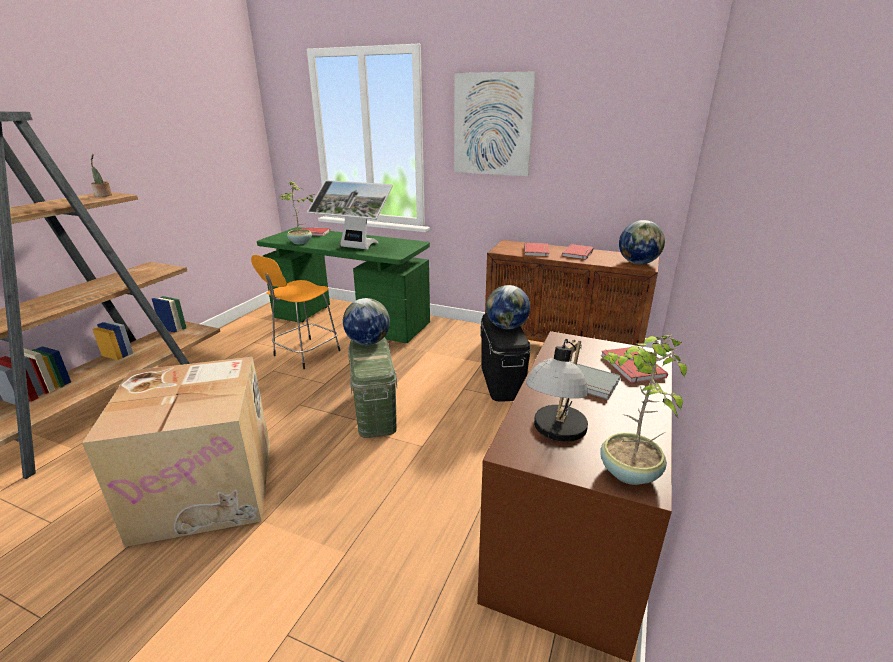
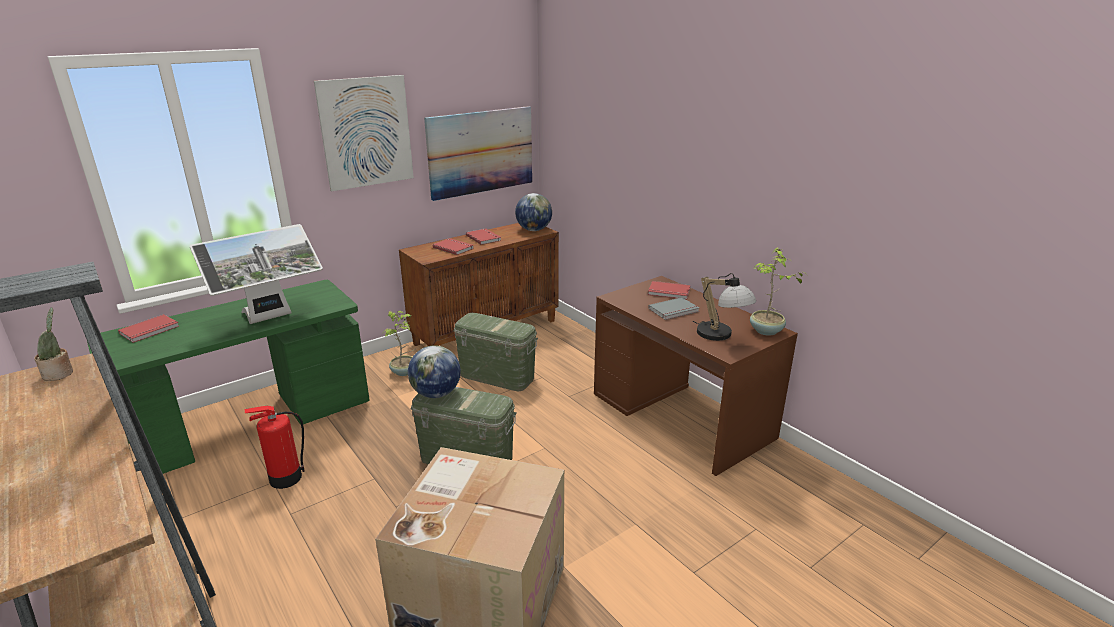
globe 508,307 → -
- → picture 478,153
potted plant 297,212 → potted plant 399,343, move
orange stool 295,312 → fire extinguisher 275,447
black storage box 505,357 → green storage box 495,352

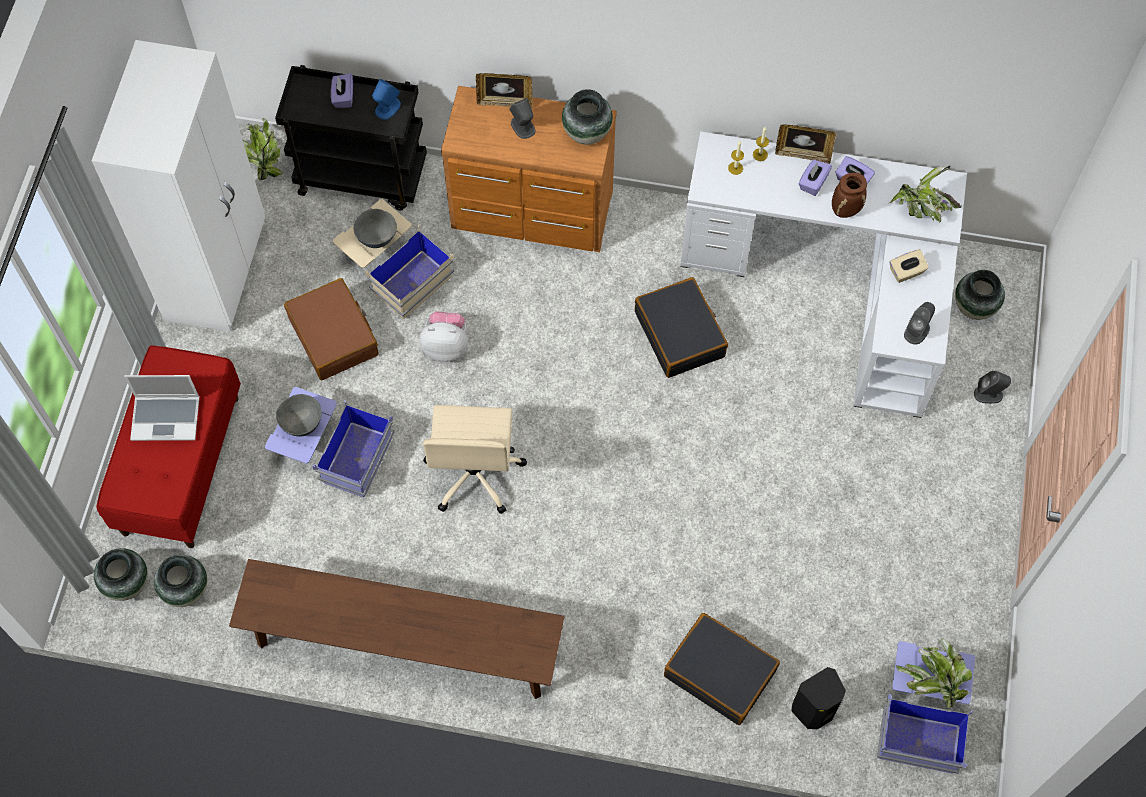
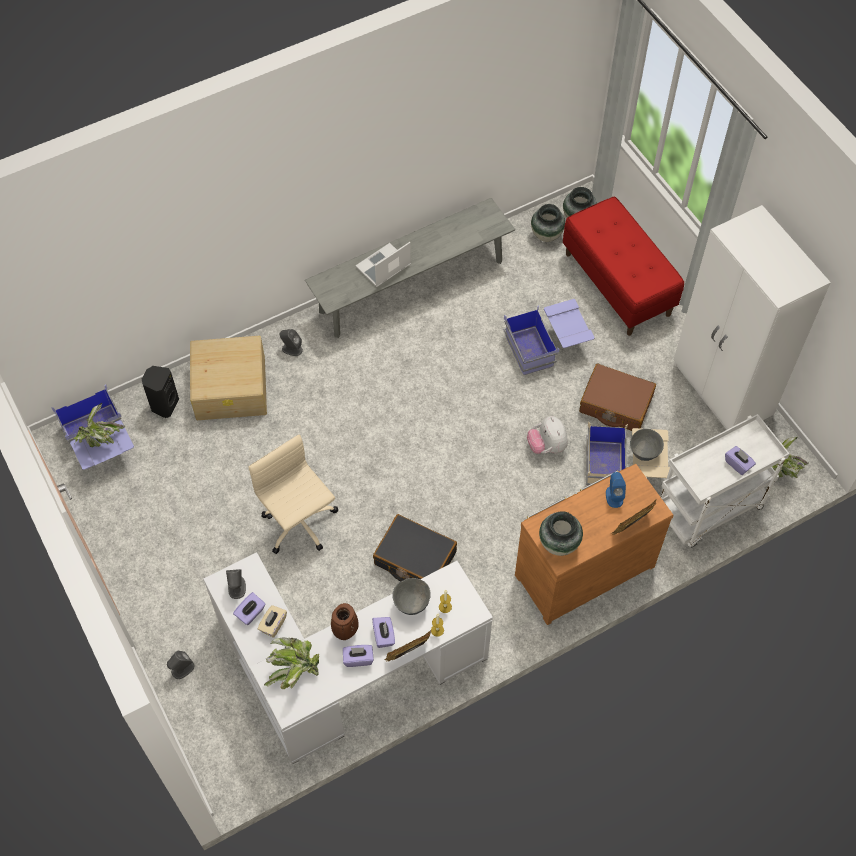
vase 980,295 → -
- → purple tissue box 249,608
laptop 162,408 → laptop 383,264, move
grey bowl 299,415 → grey bowl 411,596, move
blue speaker 386,99 → blue speaker 616,490, move
beige office chair 475,459 → beige office chair 293,494, move
grey speaker 522,118 → grey speaker 291,342, move
black suitcase 722,669 → beige storage box 228,378
brown bench 397,629 → grey bench 410,268
black cart 351,138 → white cart 725,480
plush toy 443,336 → plush toy 547,435, 105 degrees clockwise

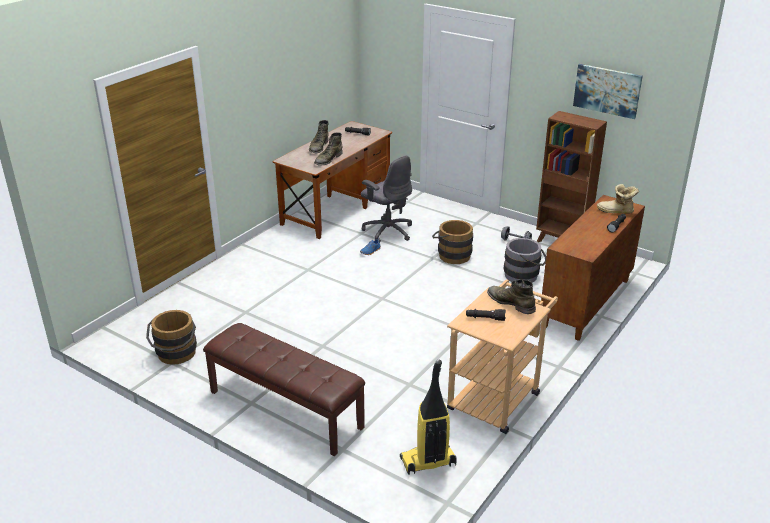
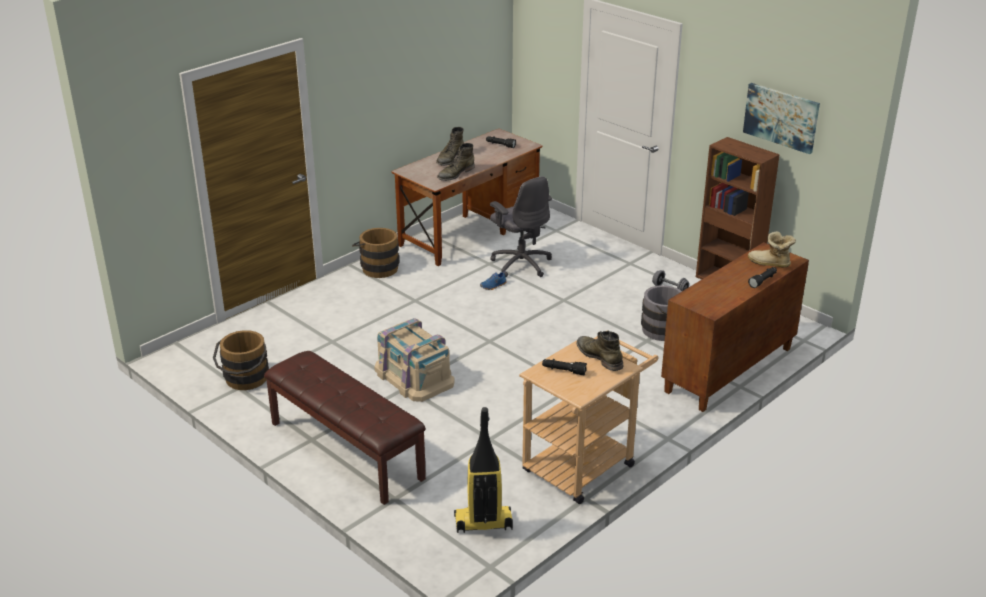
- → beige storage box 415,360
brown bucket 452,242 → brown bucket 375,253, move

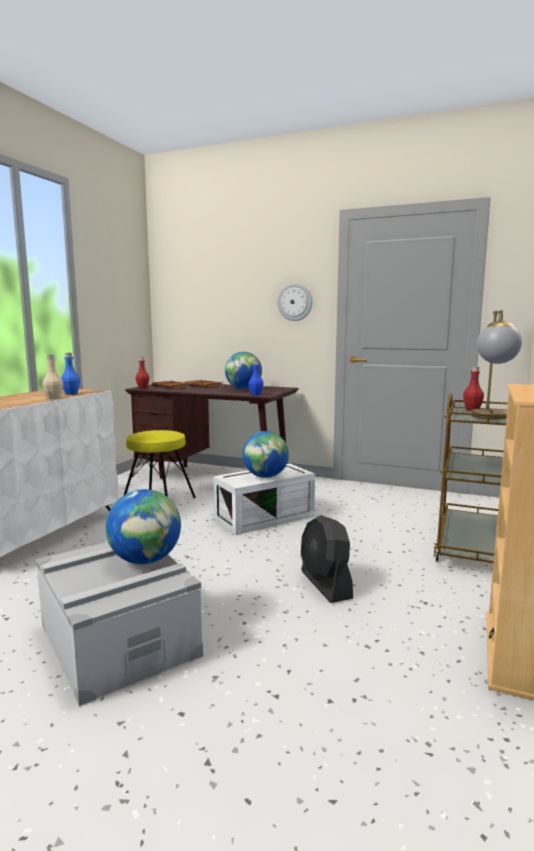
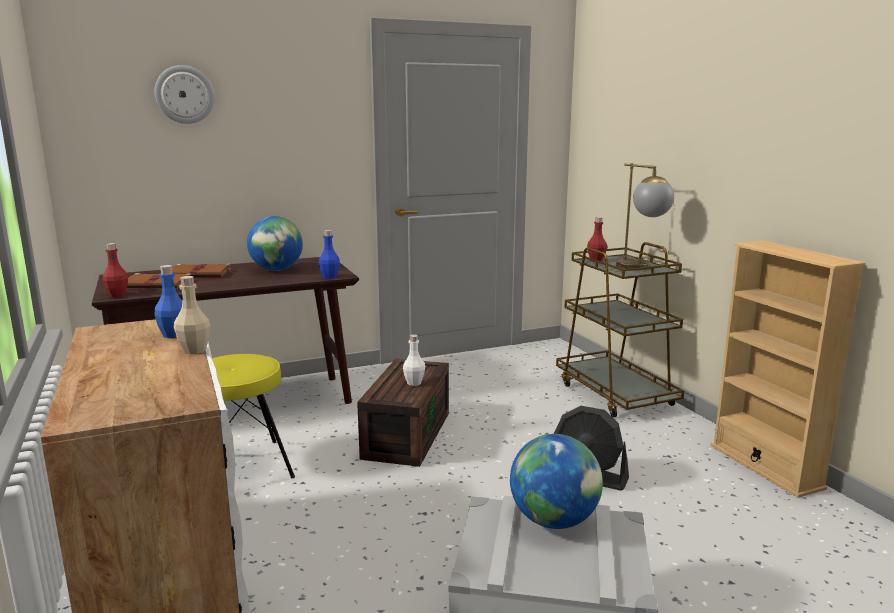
wall clock 294,302 → wall clock 184,94, move
globe 265,454 → white bottle 414,360
white storage box 264,499 → brown storage box 403,413

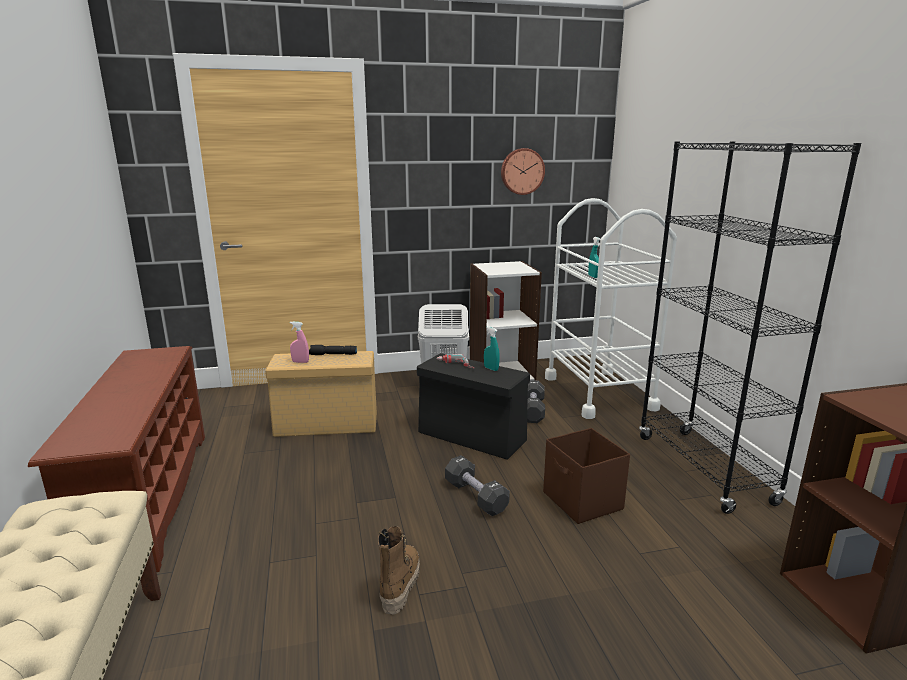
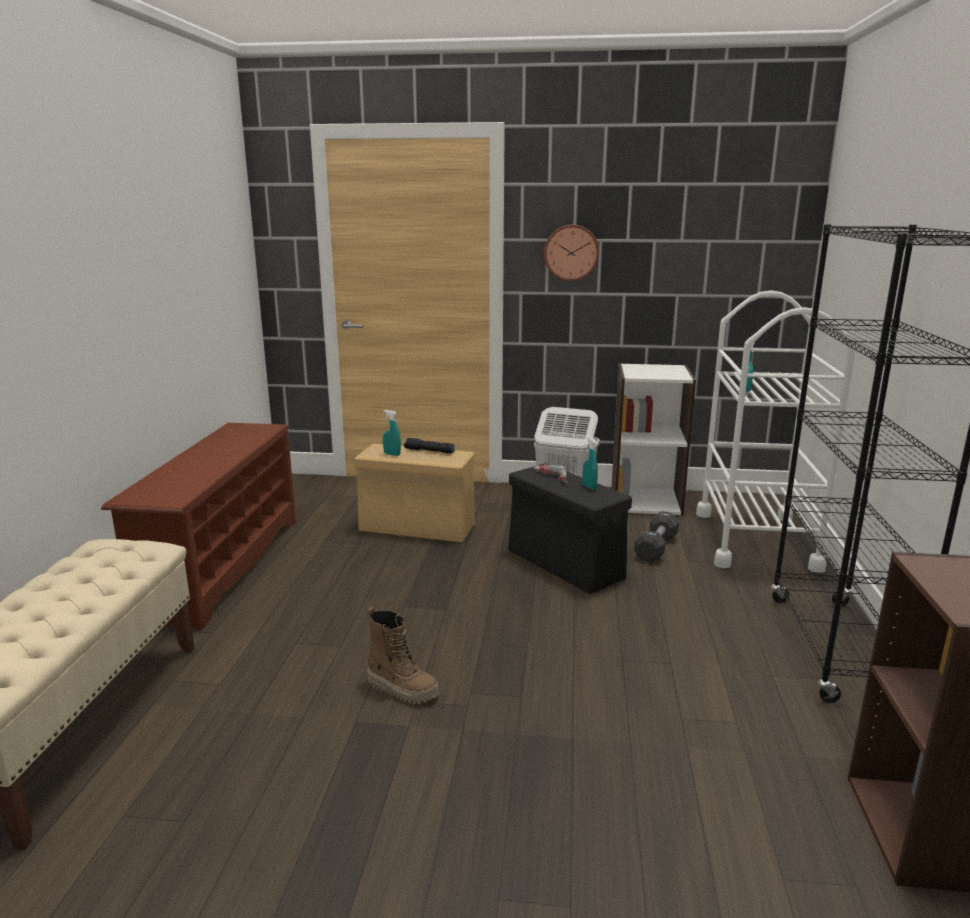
black dumbbell 477,485 → -
brown storage box 586,476 → -
wall clock 523,171 → wall clock 571,252, move
pink spray bottle 299,342 → turquoise spray bottle 392,433
boot 399,570 → boot 403,655, 90 degrees clockwise

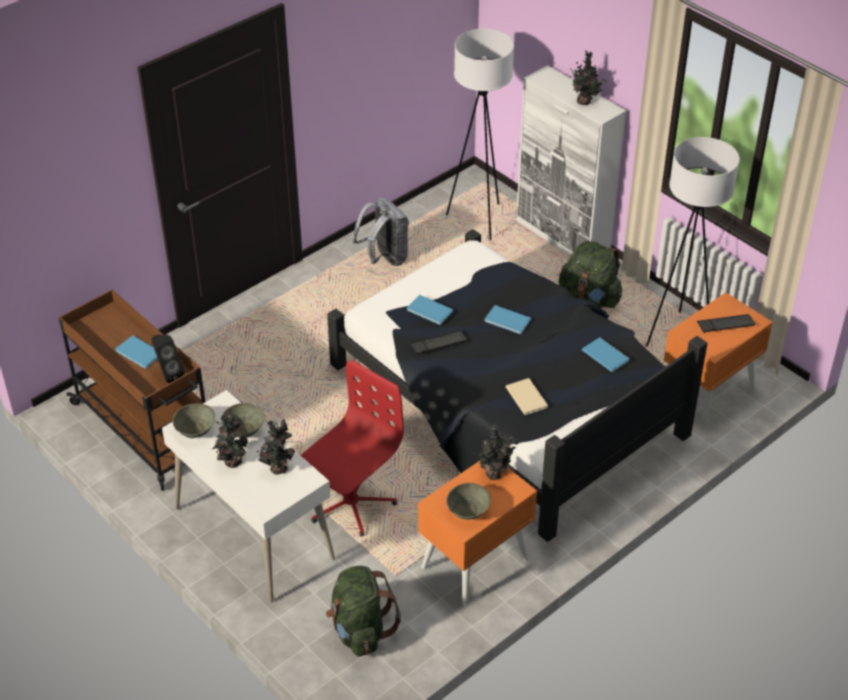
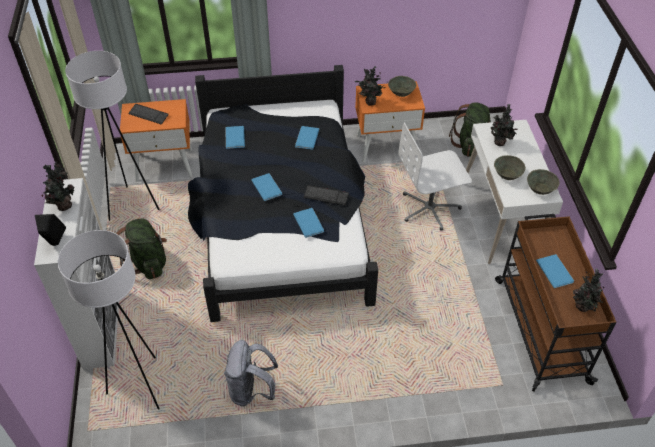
black speaker 167,359 → black speaker 50,230, move
potted plant 229,439 → potted plant 588,290, move
red office chair 352,448 → white office chair 435,176
beige book 526,396 → blue book 307,138

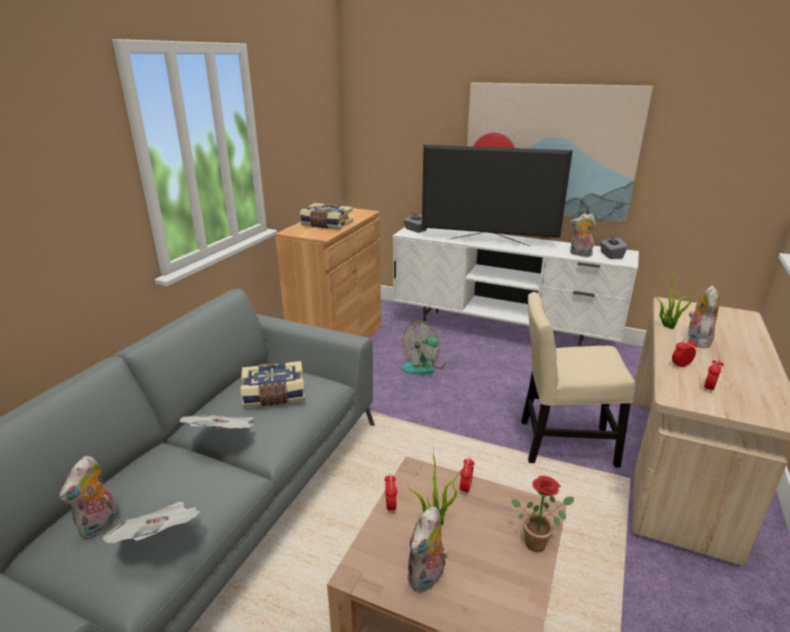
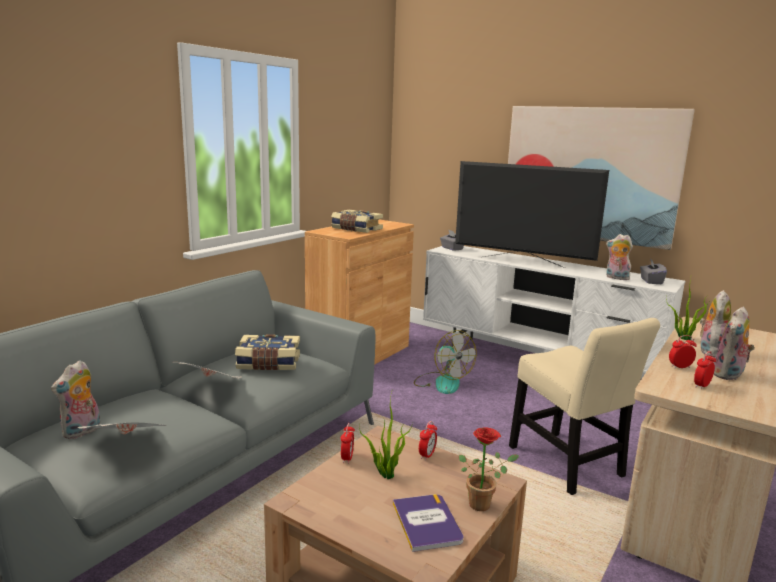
- → book 428,523
plush toy 427,549 → plush toy 734,343, move
fan 423,347 → fan 445,362, 90 degrees counterclockwise
beige chair 578,380 → beige chair 584,406, 135 degrees counterclockwise

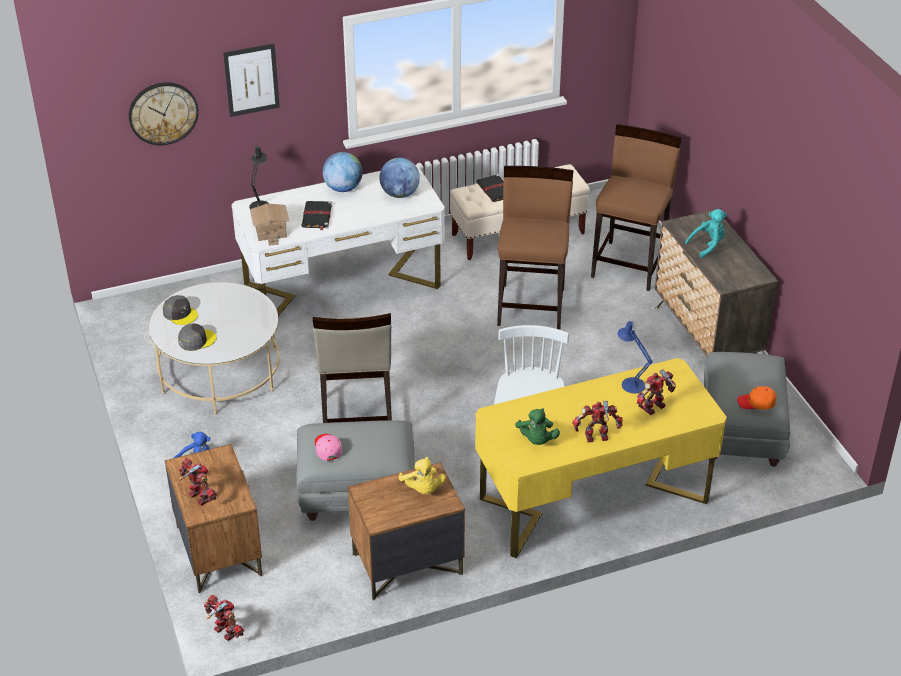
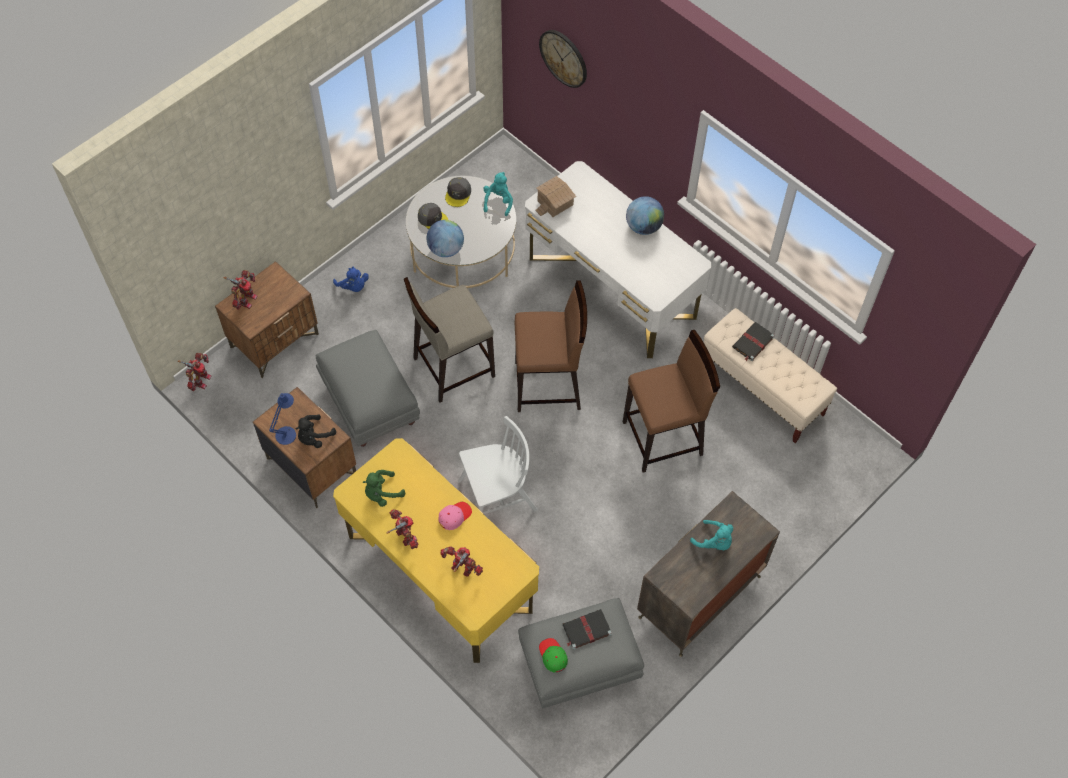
picture 251,80 → -
black table lamp 259,177 → -
- → turquoise plush toy 498,194
black book 316,215 → black book 587,629, move
pink cap 328,447 → pink cap 455,516, move
globe 400,178 → globe 445,238, move
brown stool 636,207 → brown stool 551,346, move
blue table lamp 635,357 → blue table lamp 282,419, move
yellow plush toy 422,475 → black plush toy 316,431
orange cap 756,397 → green cap 553,655

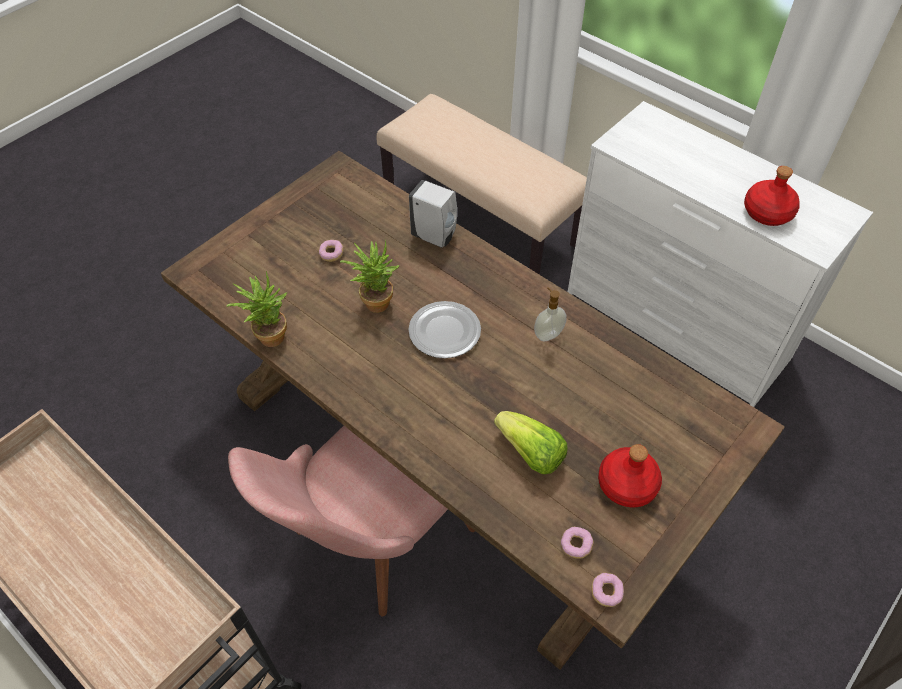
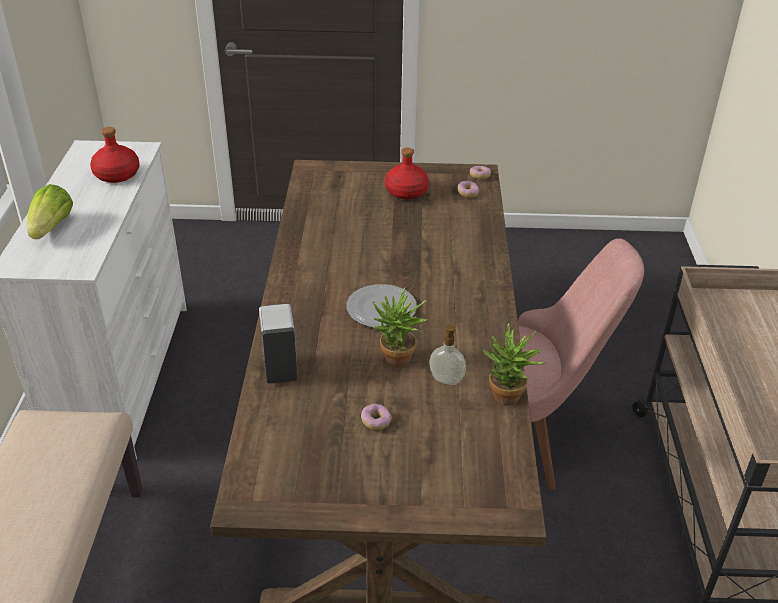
lettuce 530,442 → lettuce 50,211, move
soap dispenser 550,314 → soap dispenser 447,355, move

